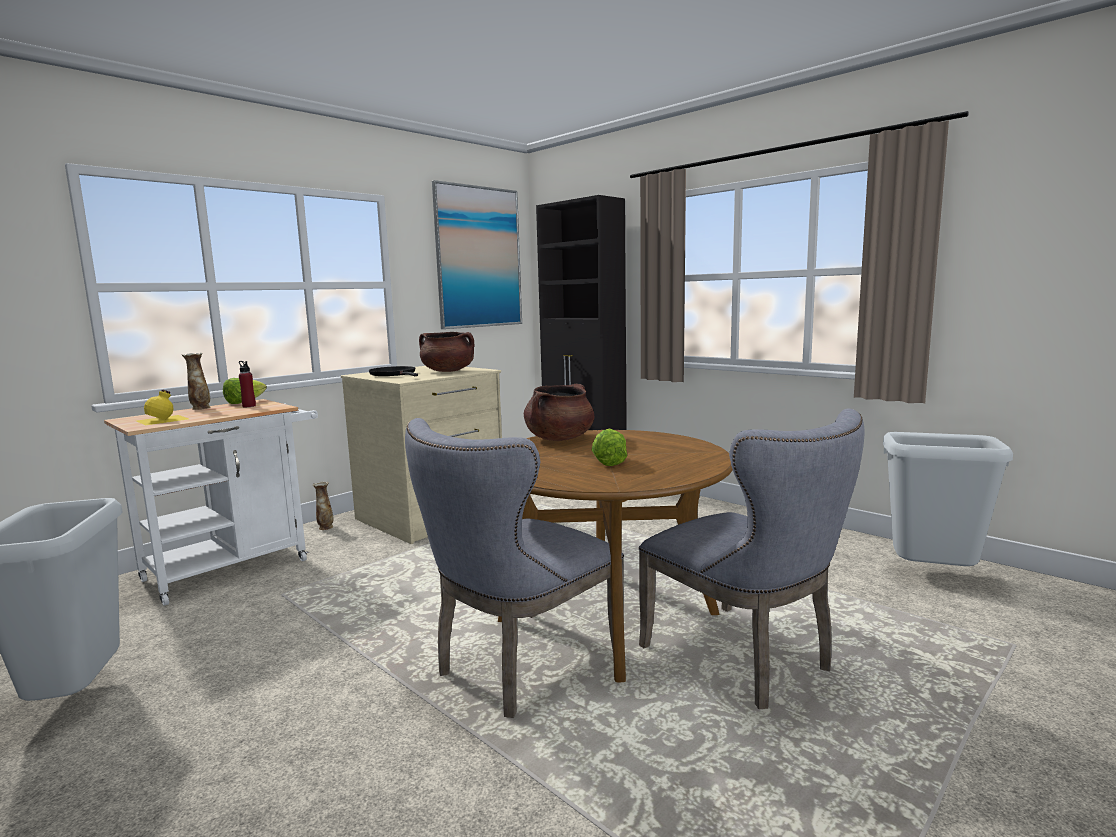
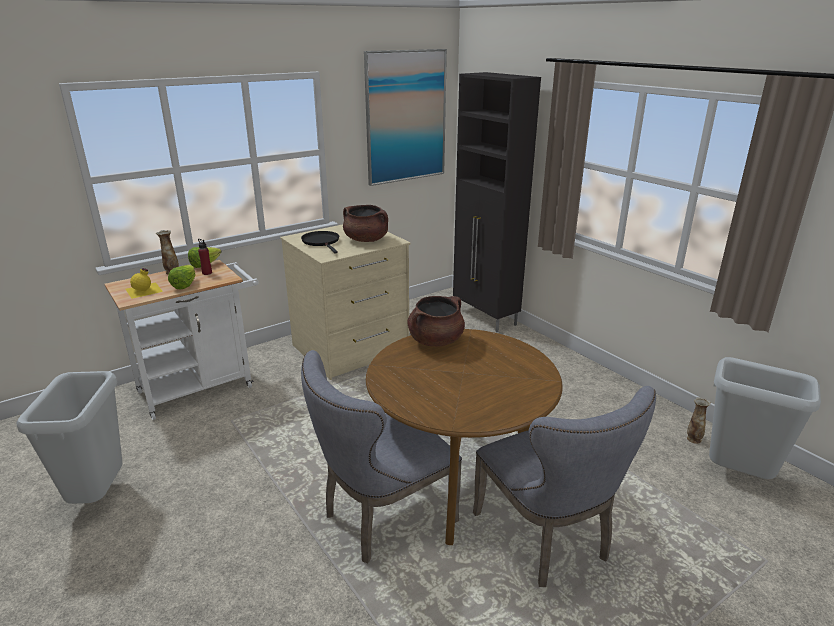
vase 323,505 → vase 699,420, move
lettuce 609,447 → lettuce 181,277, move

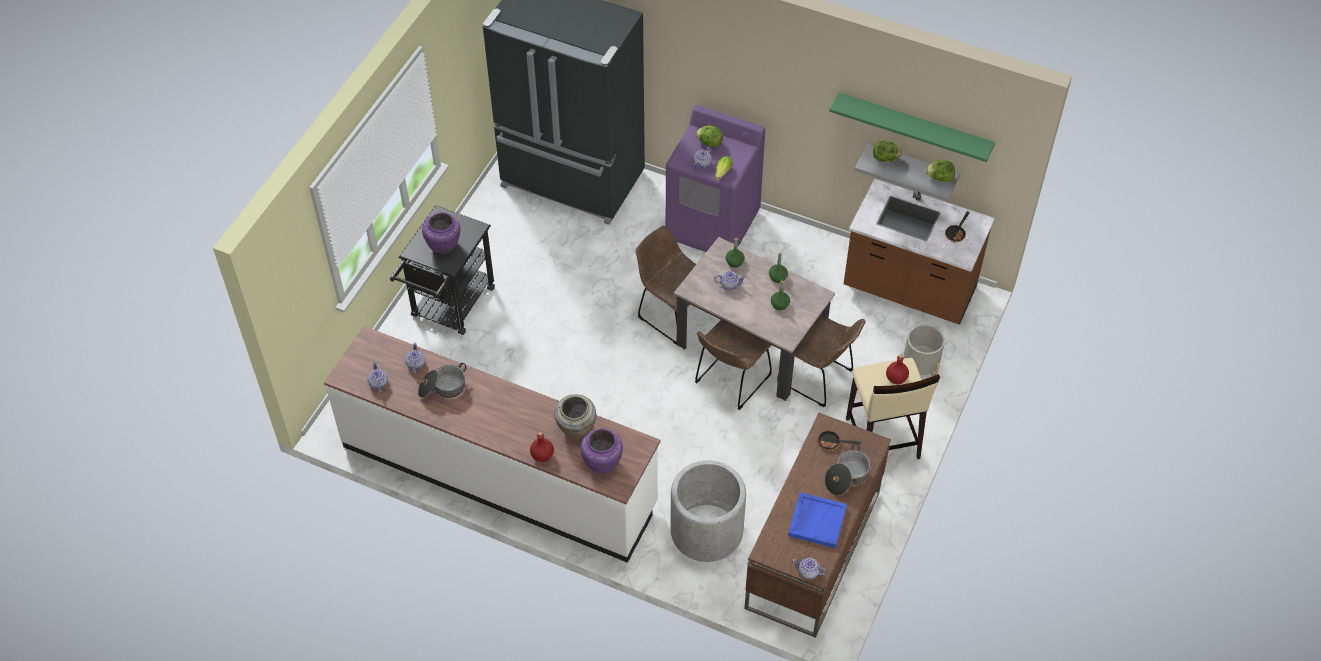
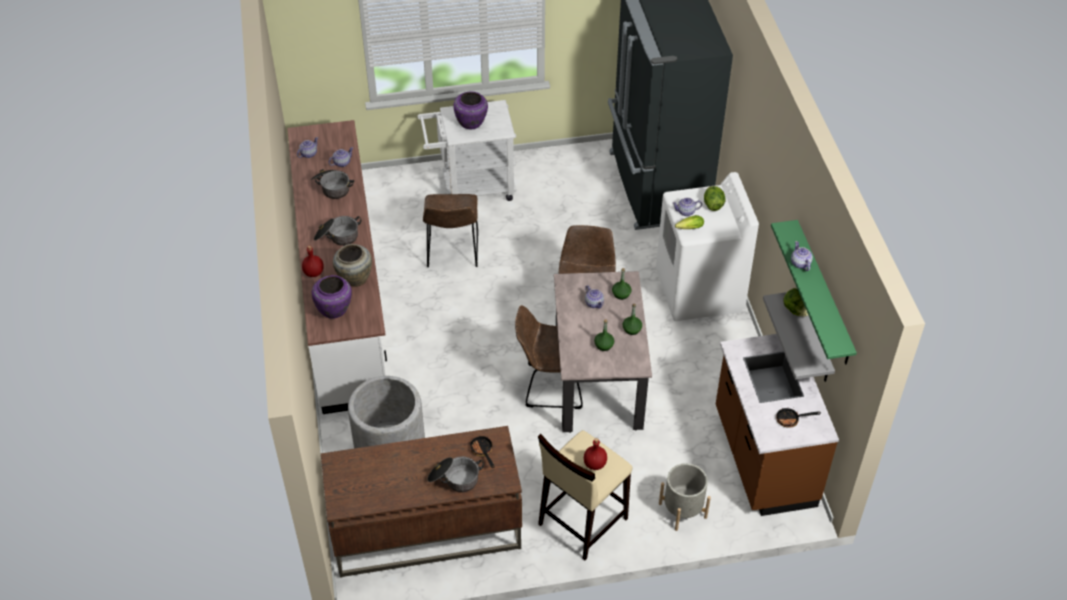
blue tray 817,520 → -
lettuce 940,171 → -
- → cooking pot 338,231
brown chair 821,361 → brown chair 450,230, move
teapot 810,569 → teapot 802,256, move
black cart 442,270 → white cart 466,150
purple washing machine 715,178 → white washing machine 707,246

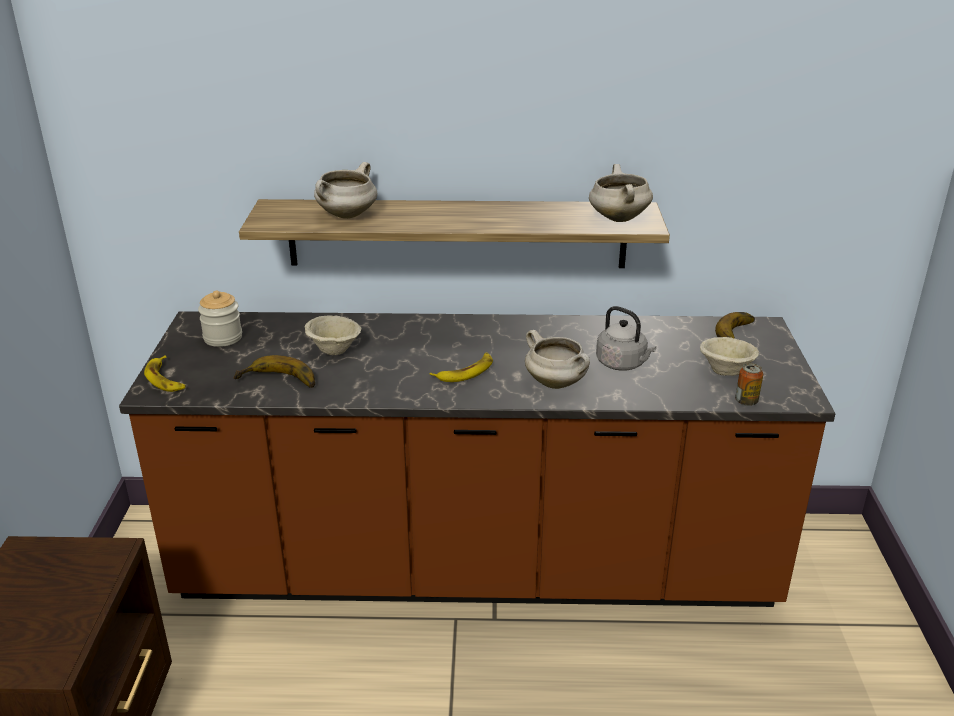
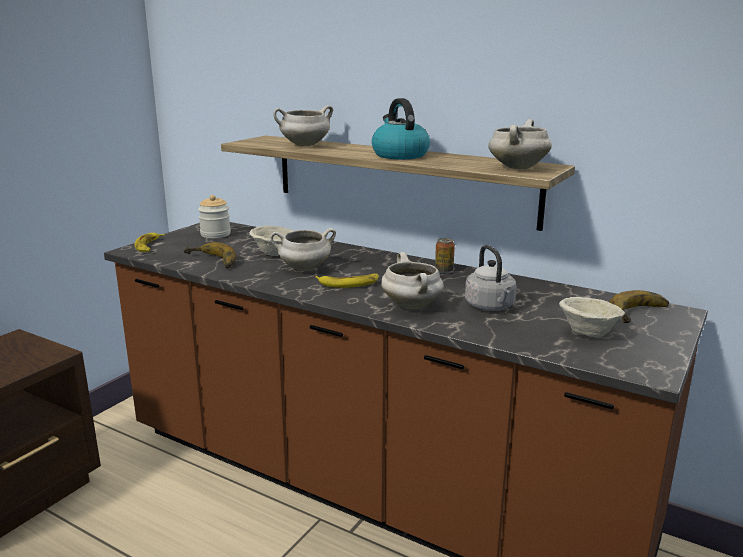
- → white cooking pot 303,249
- → kettle 401,128
can 749,384 → can 445,255, move

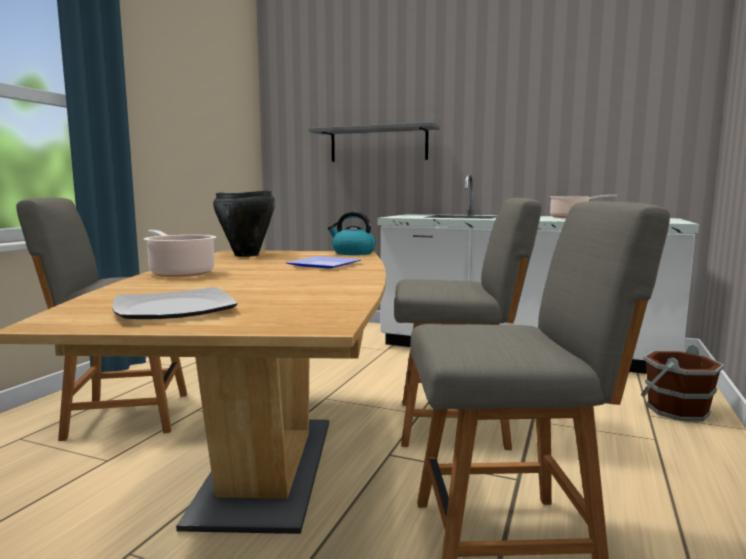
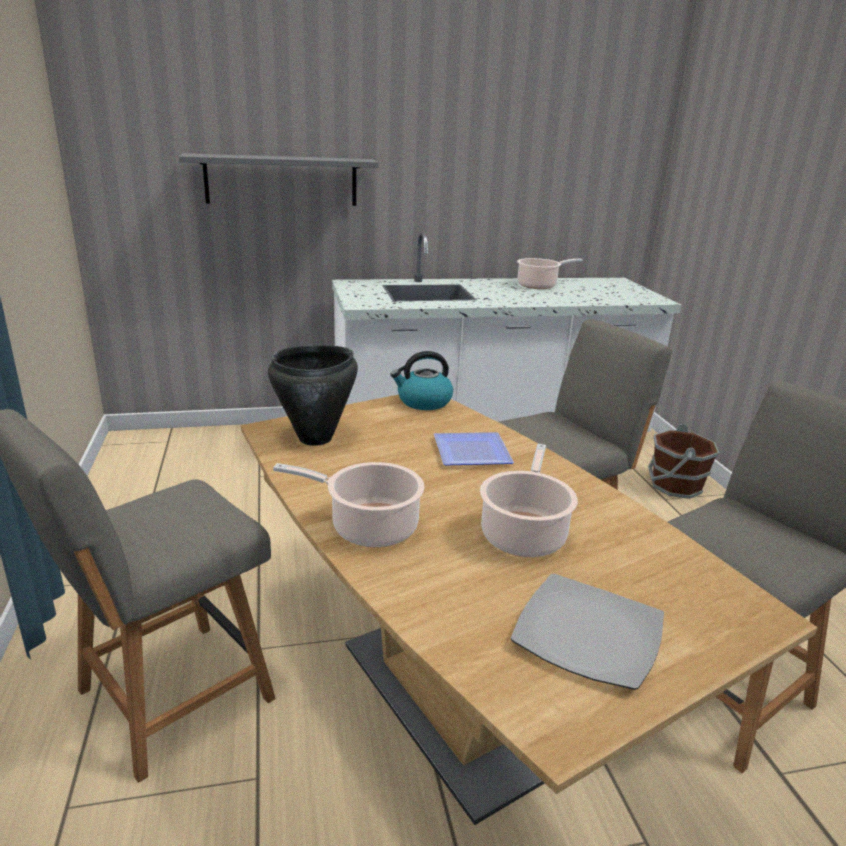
- → cooking pot 529,500

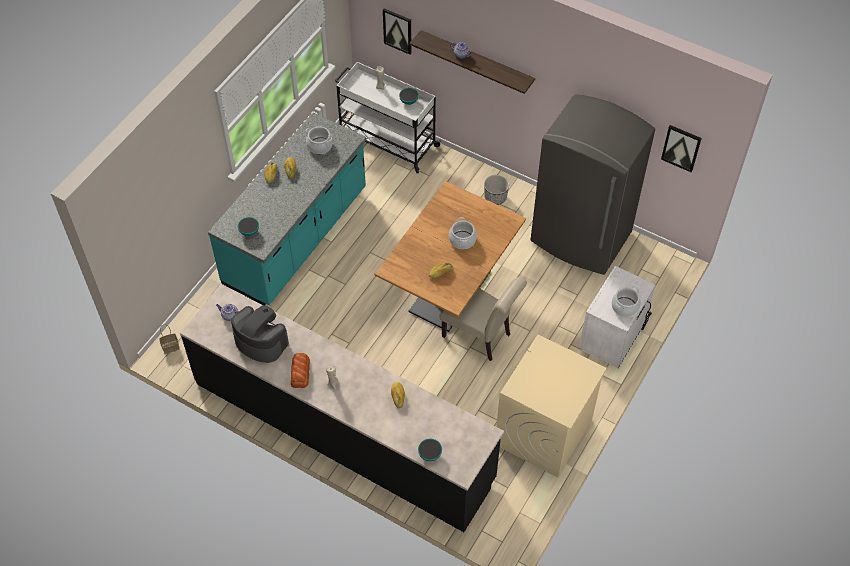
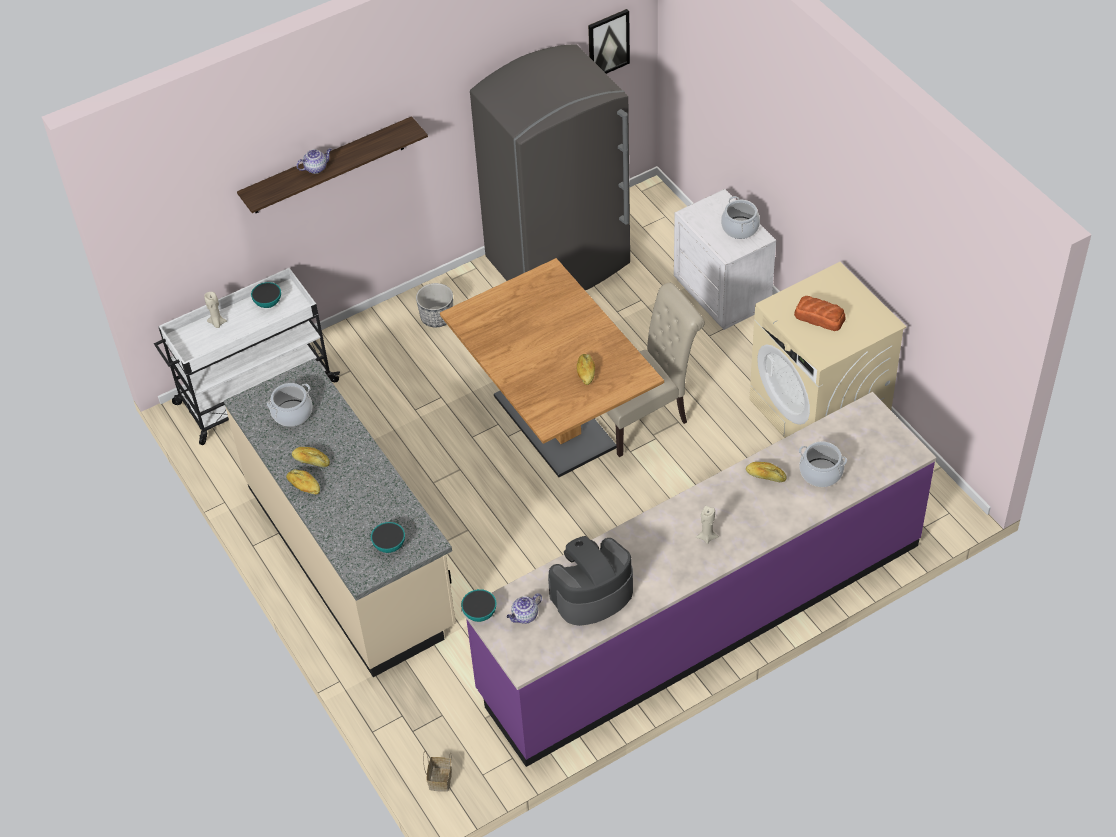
picture 397,31 → -
bread 300,370 → bread 819,313, move
bowl 430,450 → bowl 479,605, move
cooking pot 463,233 → cooking pot 823,464, move
black counter 342,408 → purple counter 699,579
turquoise counter 287,209 → beige counter 340,517

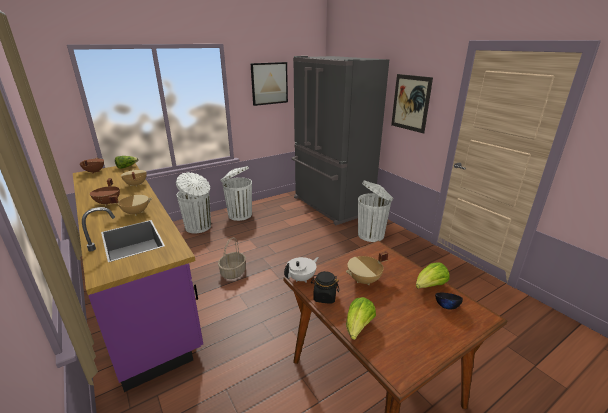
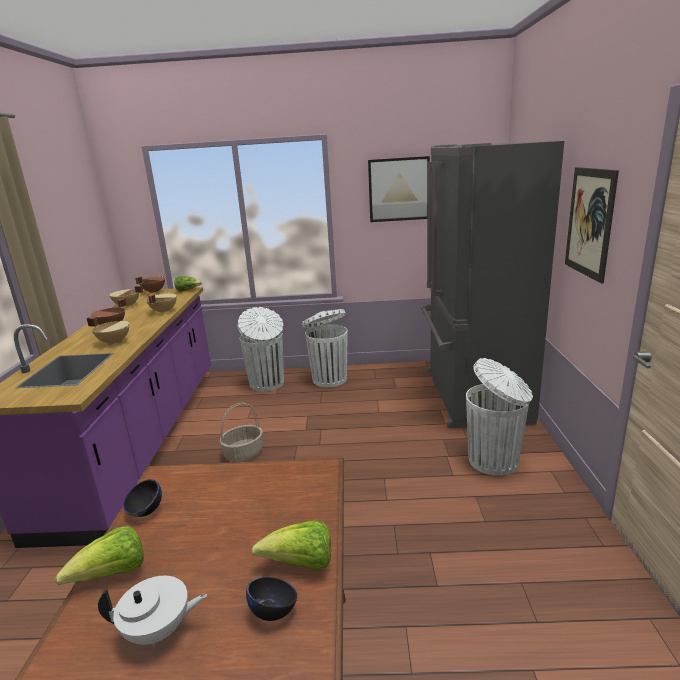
white teapot 301,270 → white teapot 152,611, move
beige cooking pot 367,268 → beige cooking pot 125,297, move
black jar 325,287 → black bowl 142,498

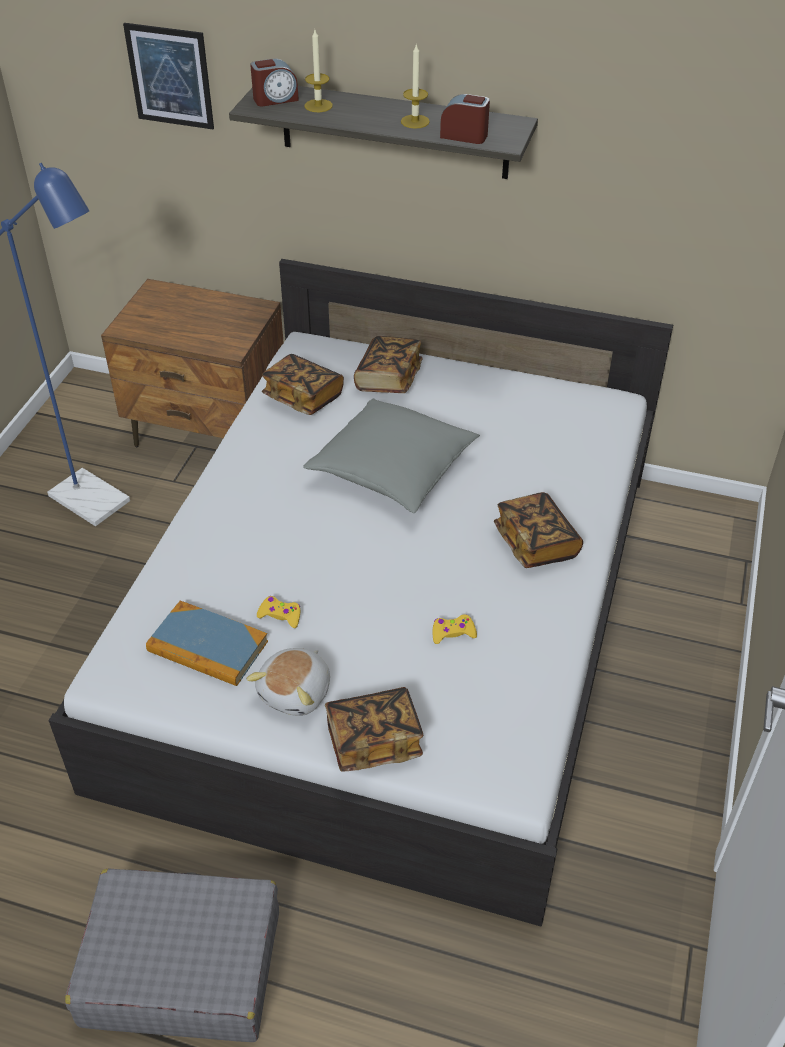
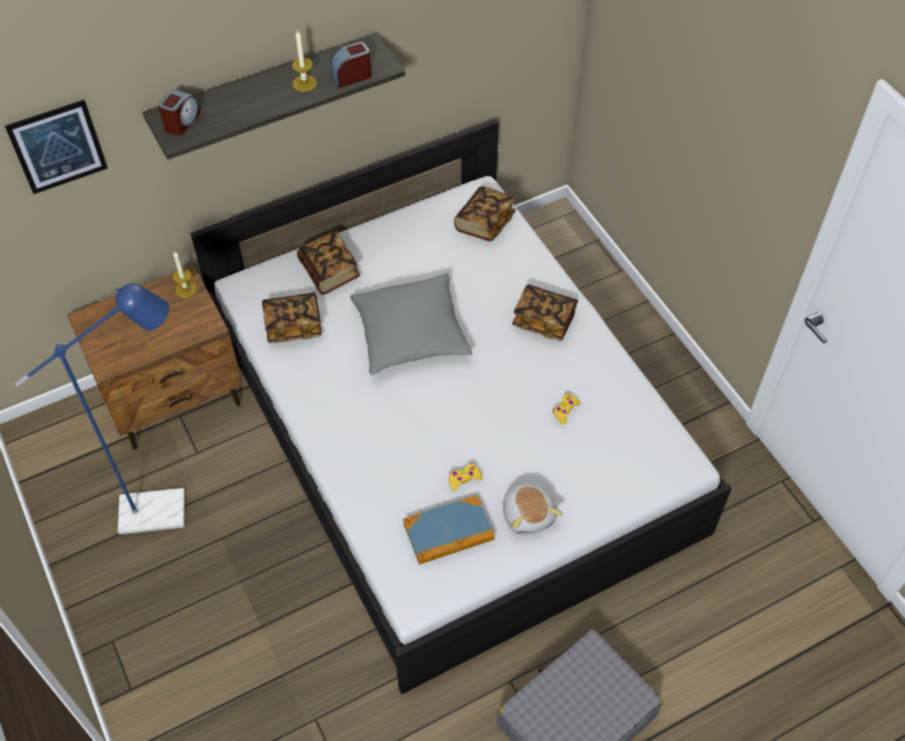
candle 318,71 → candle 185,275, move
book 374,729 → book 485,214, move

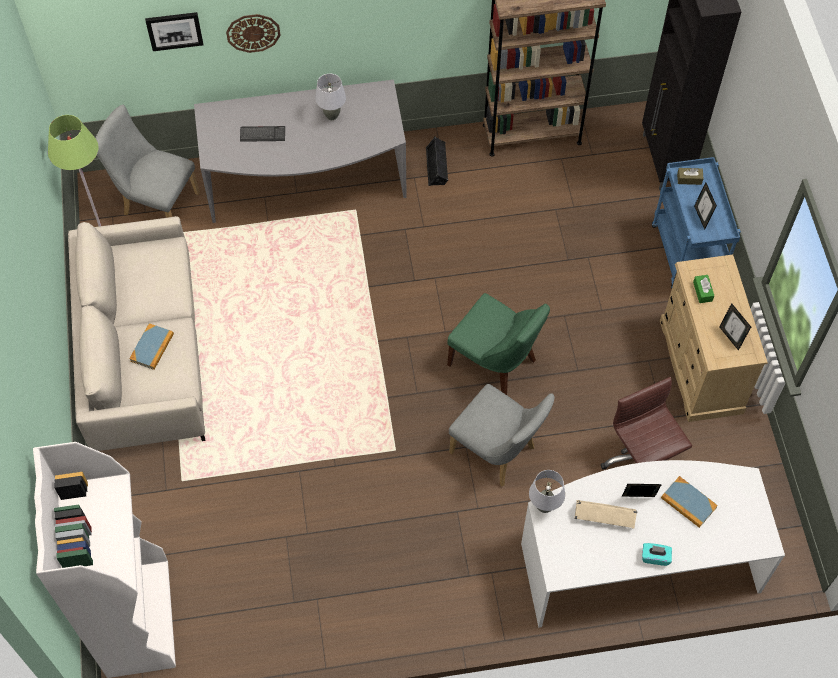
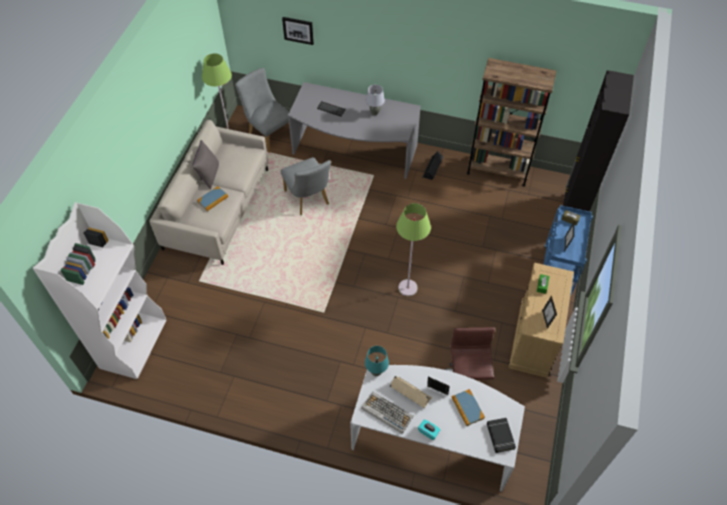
wall clock 253,33 → -
- → grey pillow 205,165
- → keyboard 387,413
- → black book 501,435
grey chair 502,435 → grey chair 305,186, move
green chair 498,344 → green floor lamp 413,249
grey table lamp 547,491 → turquoise table lamp 377,361

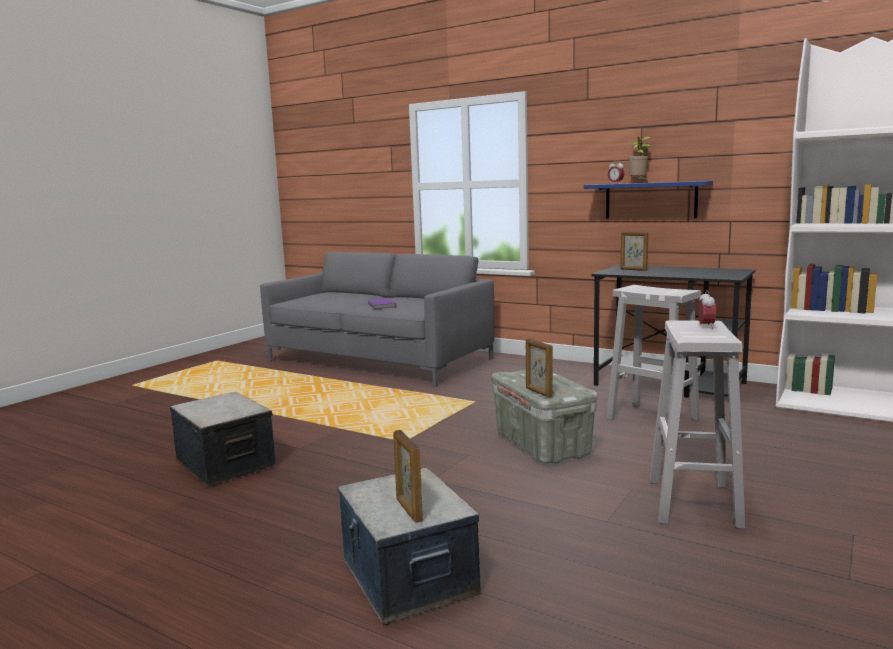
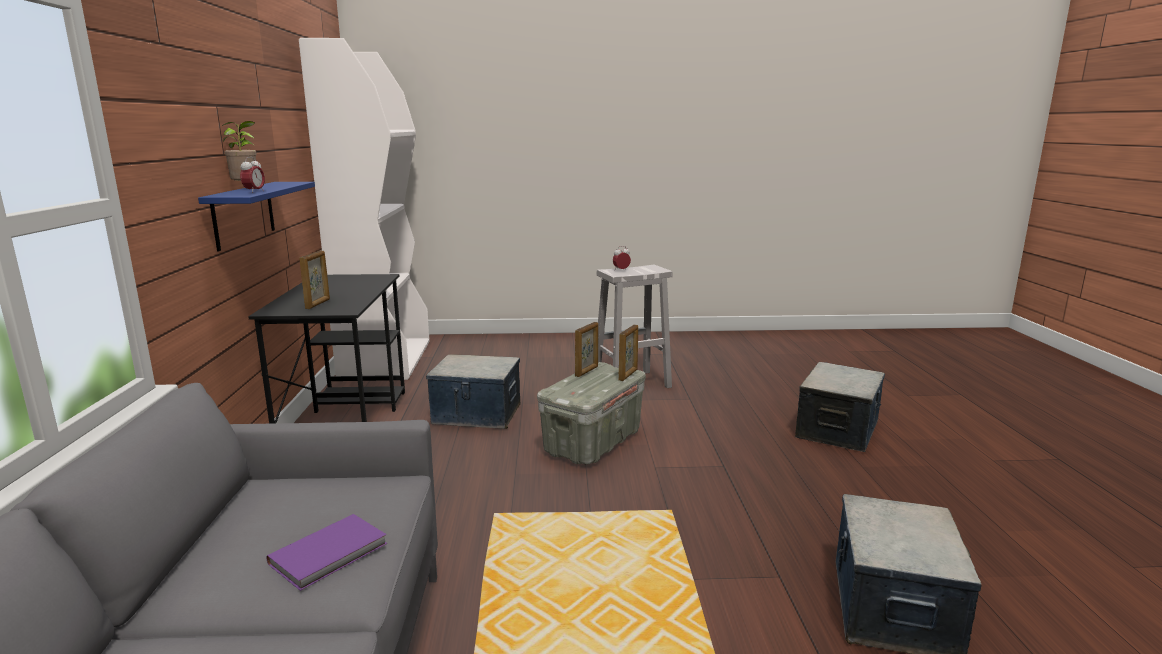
picture frame 408,476 → picture frame 586,349, move
white stool 653,355 → storage box 473,391

